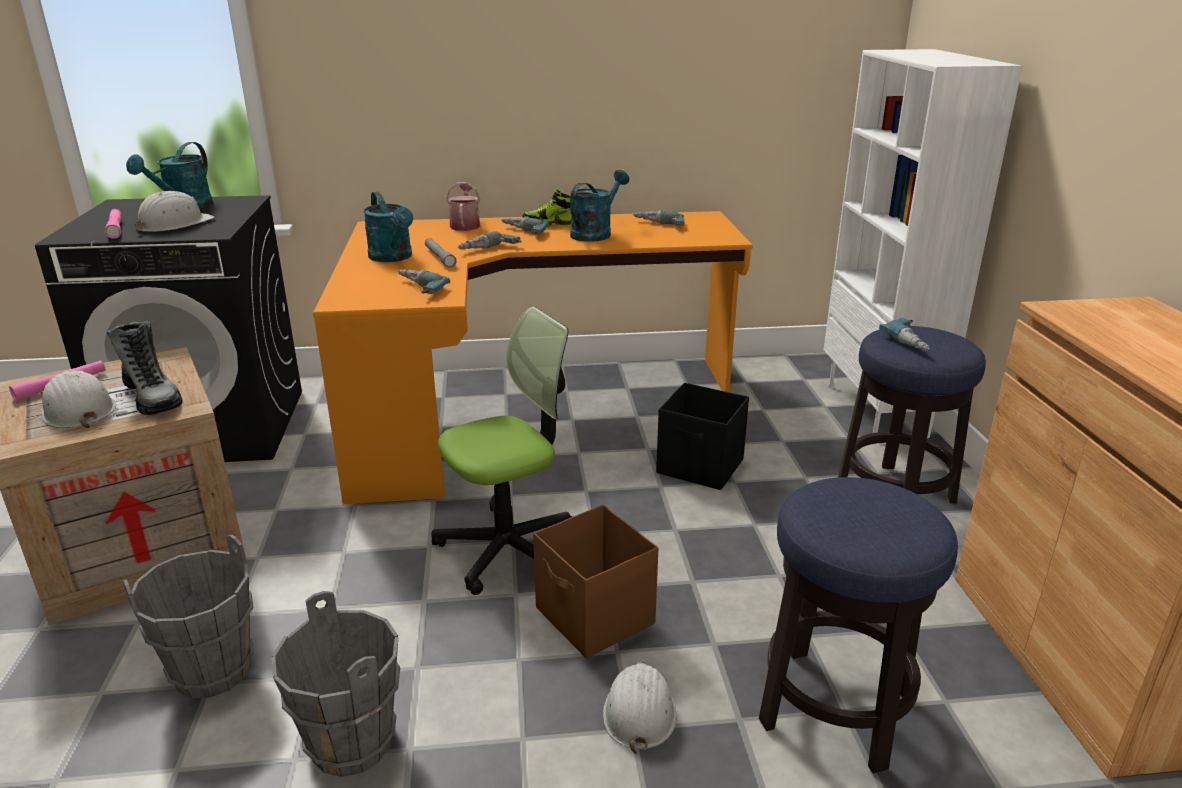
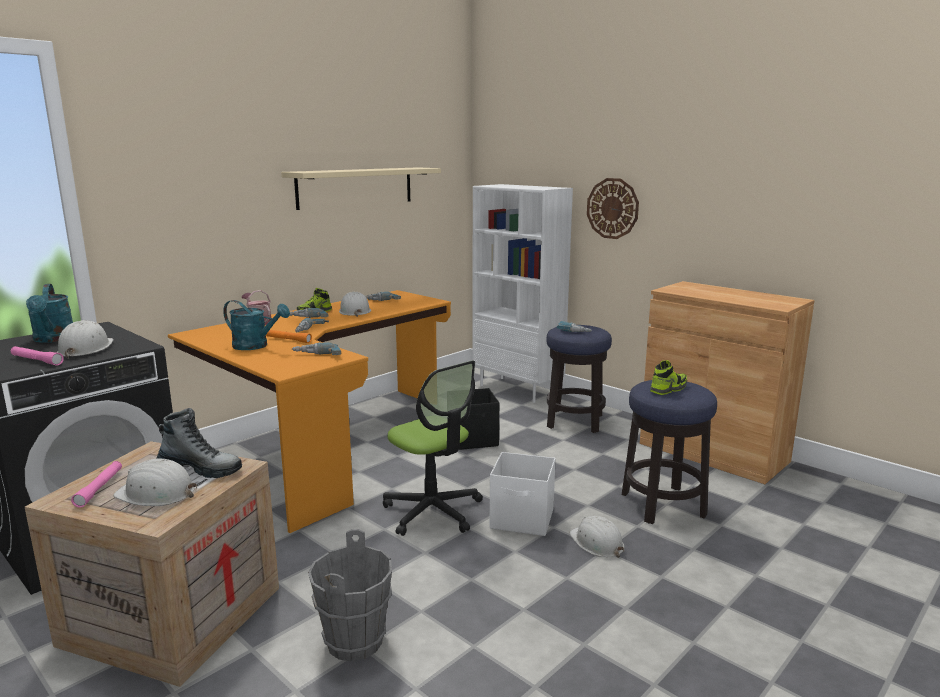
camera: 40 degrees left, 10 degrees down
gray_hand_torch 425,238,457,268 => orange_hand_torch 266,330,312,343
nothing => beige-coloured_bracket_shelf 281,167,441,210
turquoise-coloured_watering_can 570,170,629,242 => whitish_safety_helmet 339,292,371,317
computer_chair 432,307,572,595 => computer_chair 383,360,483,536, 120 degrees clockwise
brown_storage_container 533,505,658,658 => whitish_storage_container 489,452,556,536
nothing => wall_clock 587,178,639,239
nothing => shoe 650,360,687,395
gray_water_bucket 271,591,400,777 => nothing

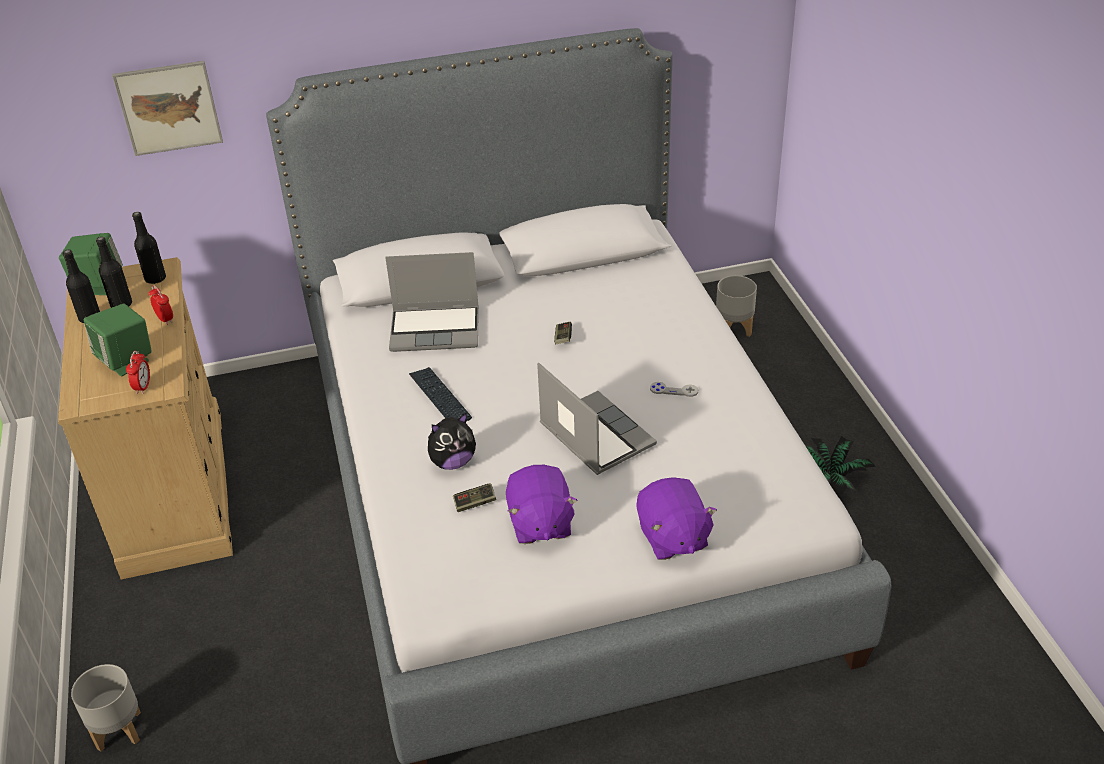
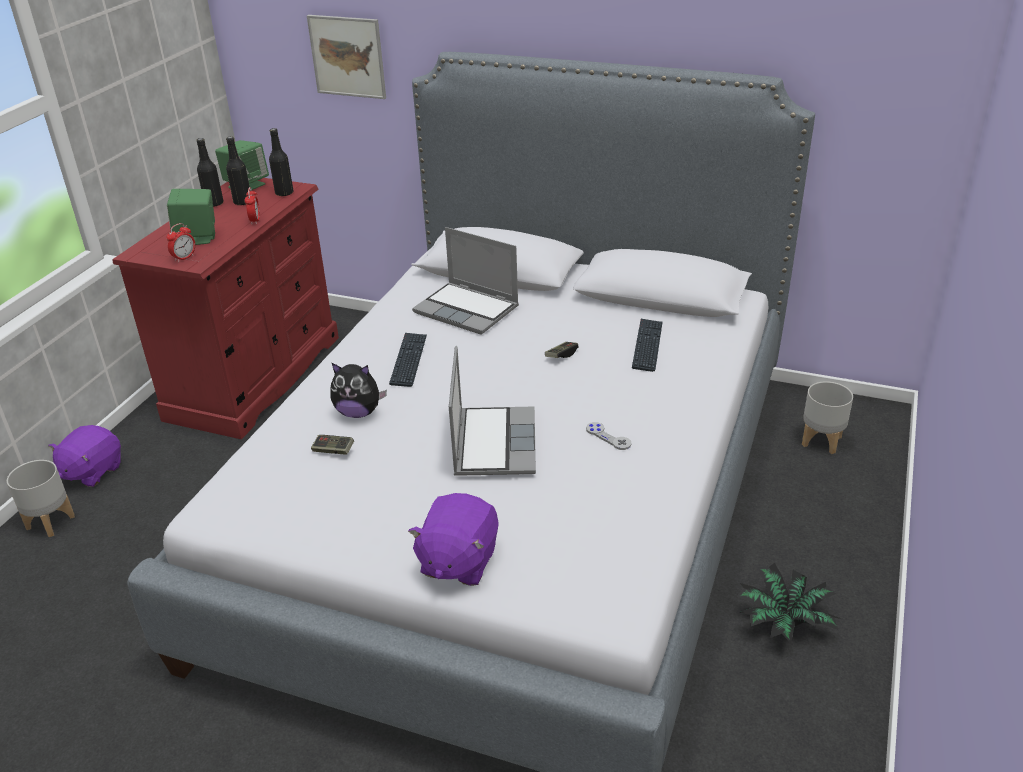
camera: 35 degrees right, 5 degrees down
purple-coloured_plush_toy 506,465,578,544 => purple-coloured_plush_toy 48,425,121,487, relocated
beige-coloured_drawer_chest 58,257,233,580 => red-coloured_drawer_chest 112,178,339,439
nothing => computer_keyboard 632,319,663,372

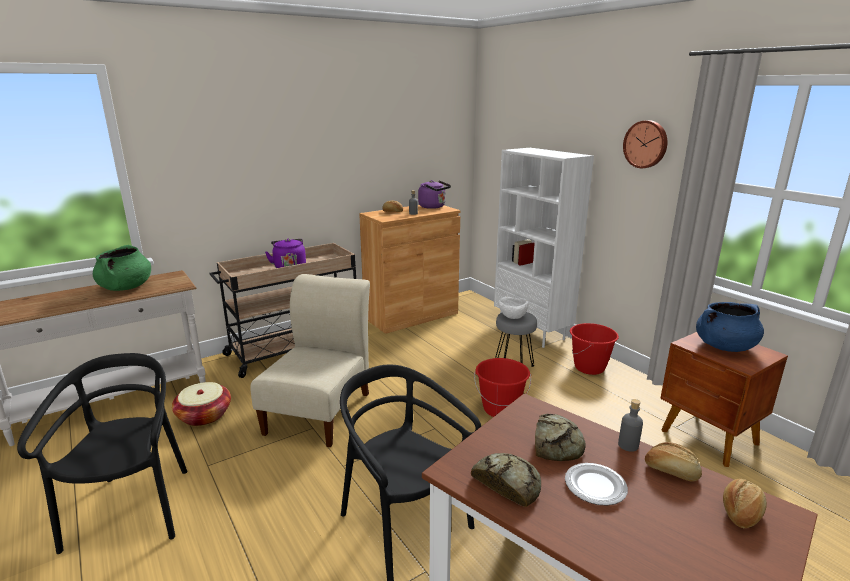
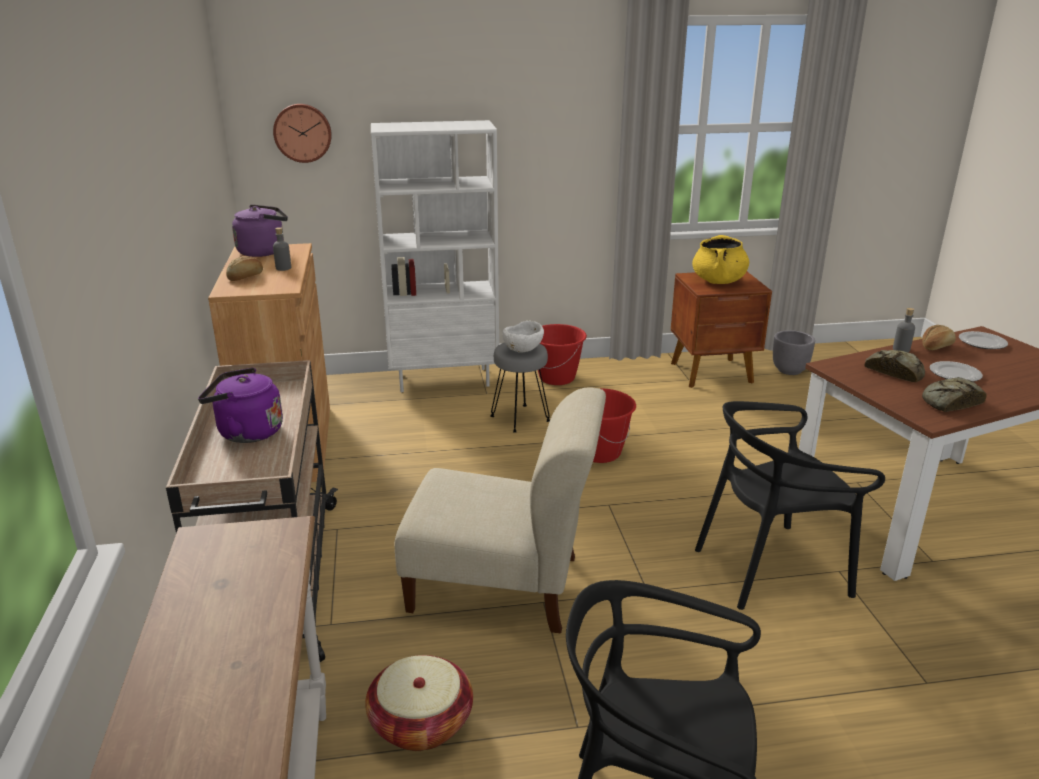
camera: 65 degrees left, 5 degrees up
wall_clock 623,120,667,168 => wall_clock 273,104,332,163, relocated
beige-coloured_plain_chair 250,274,370,447 => beige-coloured_plain_chair 394,387,606,633, 150 degrees clockwise
blue-coloured_cooking_pot 696,302,764,352 => yellow_cooking_pot 692,235,749,284
nothing => gray_plant_pot 773,330,815,375
baked_bread 723,479,767,528 => plate 959,331,1008,349
green_cooking_pot 93,245,151,291 => nothing

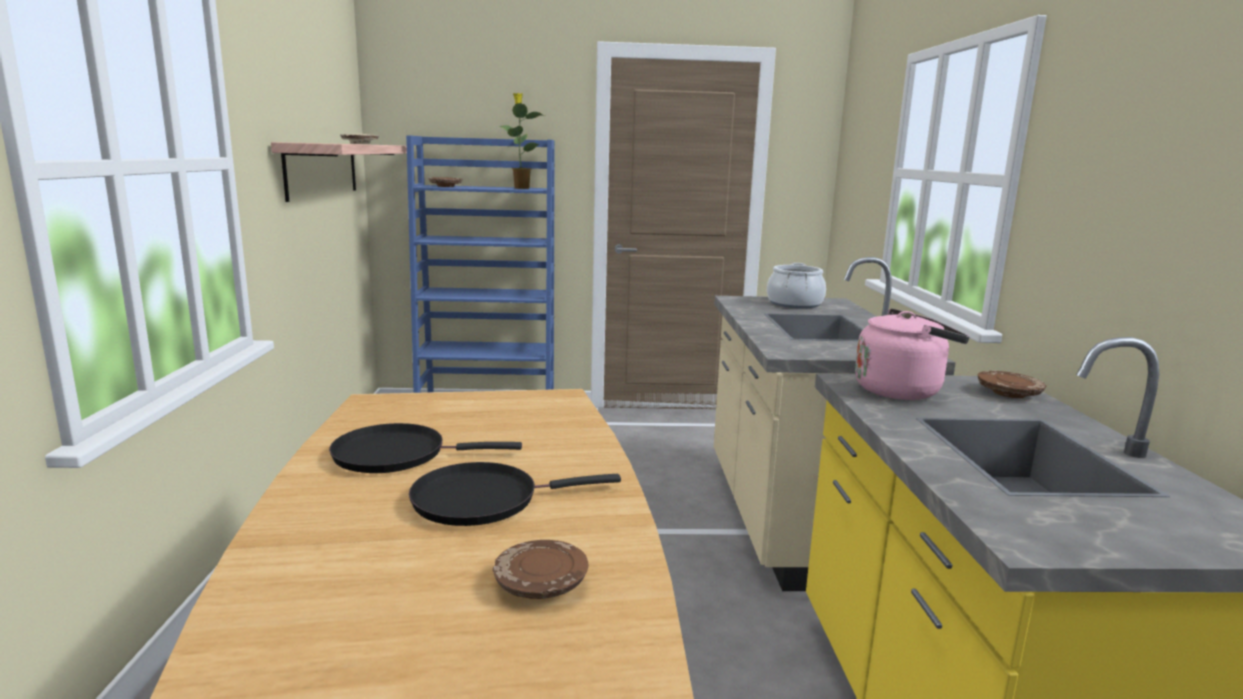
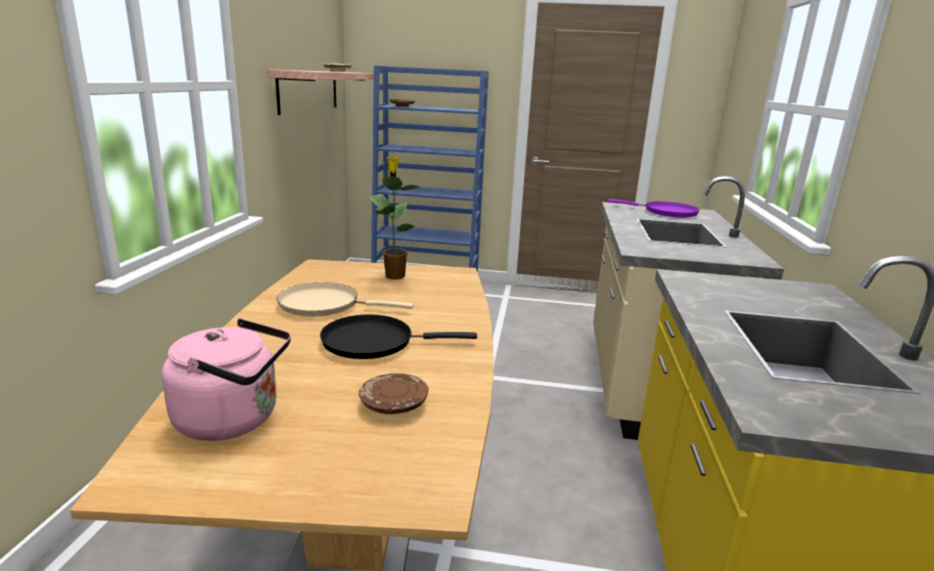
camera: 10 degrees right, 5 degrees up
pink-coloured_tea_kettle 855,308,970,400 => pink-coloured_tea_kettle 162,319,291,441, relocated
black_frying_pan 329,423,522,473 => beige-coloured_frying_pan 277,282,414,317
plant_in_a_pot 499,93,545,189 => plant_in_a_pot 368,157,425,280, relocated
cooking_pot 767,263,826,309 => purple-coloured_frying_pan 608,199,700,217
brown_plate 977,371,1046,398 => nothing

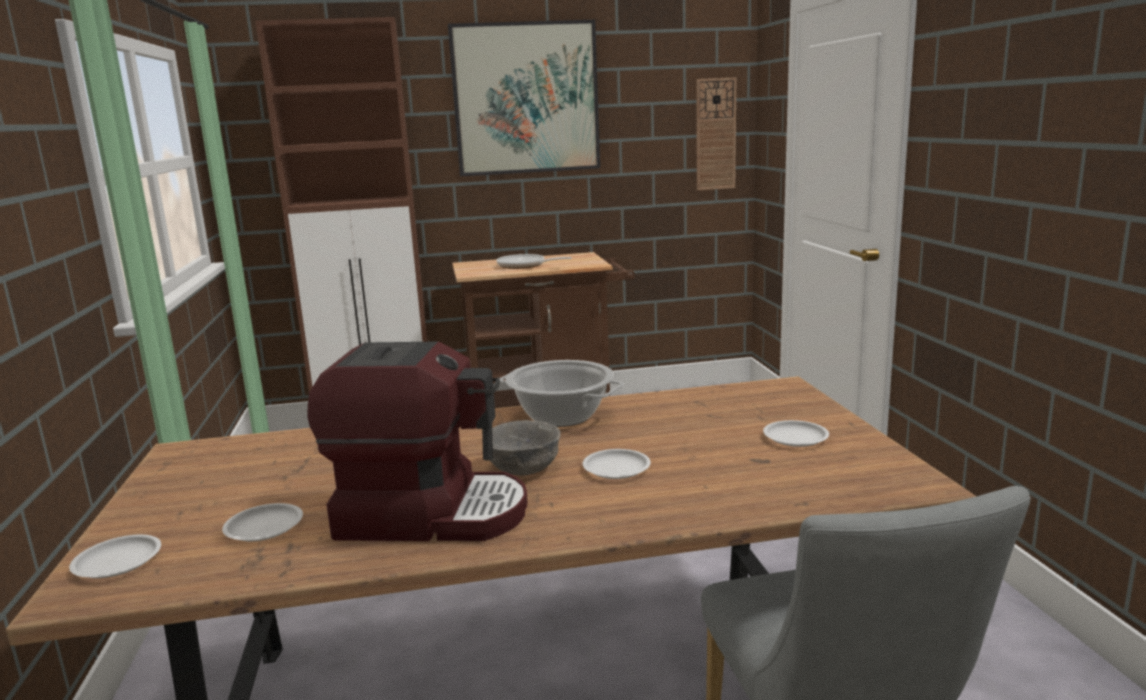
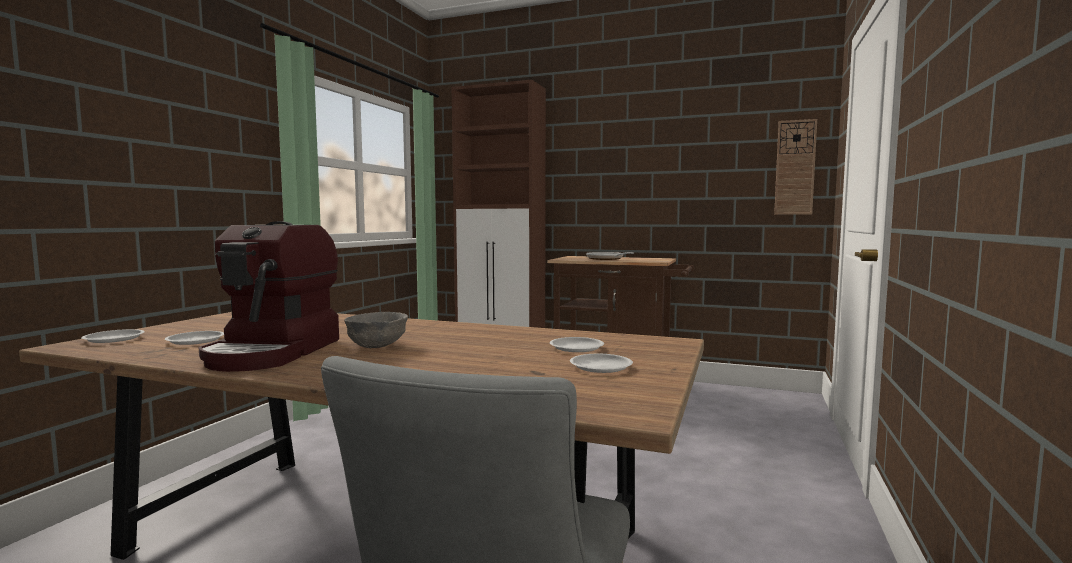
camera: 30 degrees right, 10 degrees down
coffee_brewer 308,341,528,541 => coffee_brewer 198,221,339,372, 60 degrees clockwise
whitish_plate 582,449,651,479 => whitish_plate 550,337,604,352, relocated
picture 448,20,600,176 => nothing
cooking_pot 500,360,624,427 => nothing

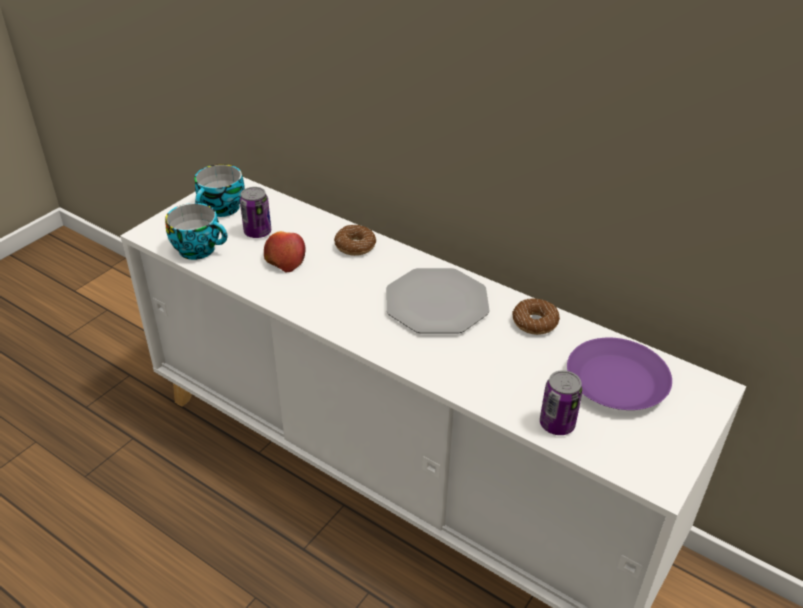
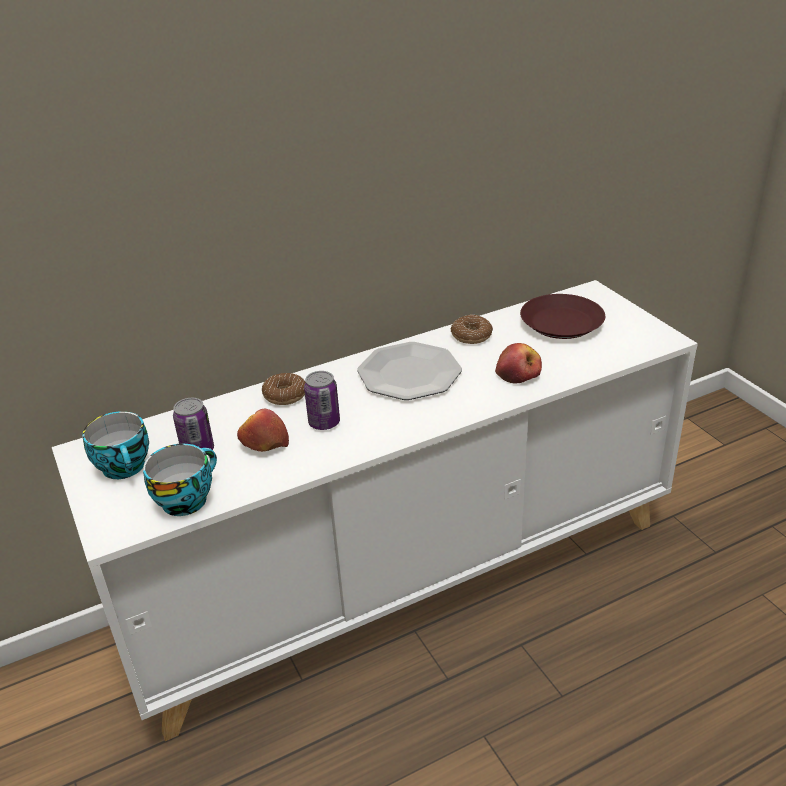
camera: 60 degrees left, 5 degrees down
sealed_can 540,370,583,435 => sealed_can 304,371,340,430, relocated
nothing => whole_apple 495,343,542,384
purple-coloured_plate 567,338,672,410 => brown_plate 520,294,605,339

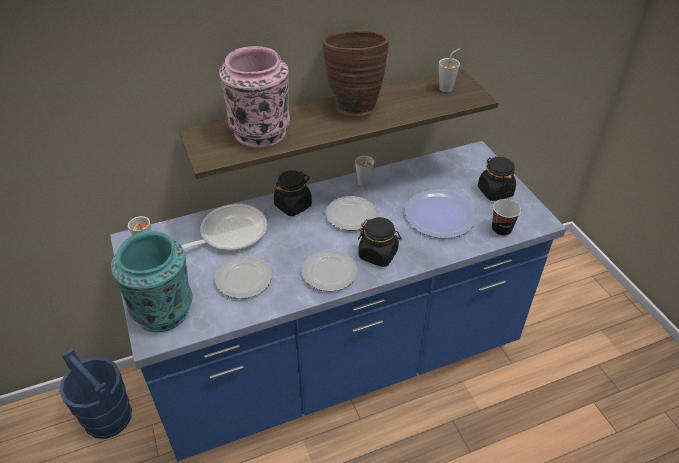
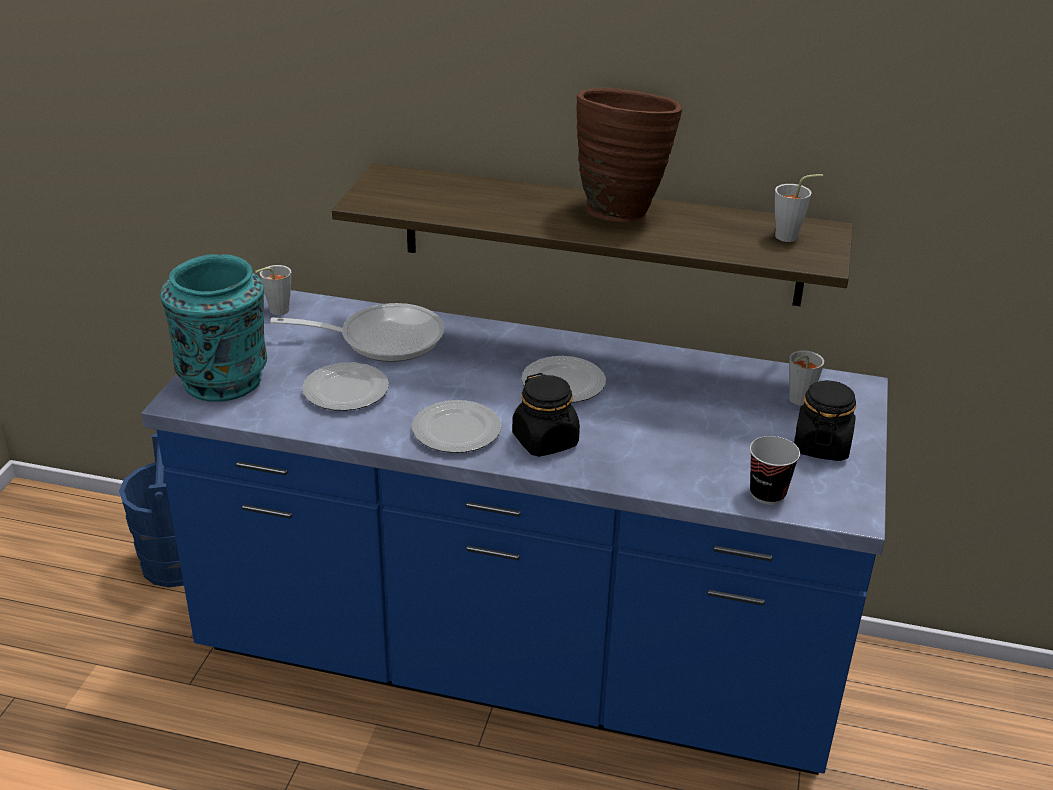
camera: 35 degrees right, 10 degrees down
gray_cup 355,156,374,186 => gray_cup 789,350,824,406, relocated
pink-coloured_flower_vase 219,46,290,148 => nothing
black_preserve_jar 274,170,312,216 => nothing
plate 405,190,476,238 => nothing

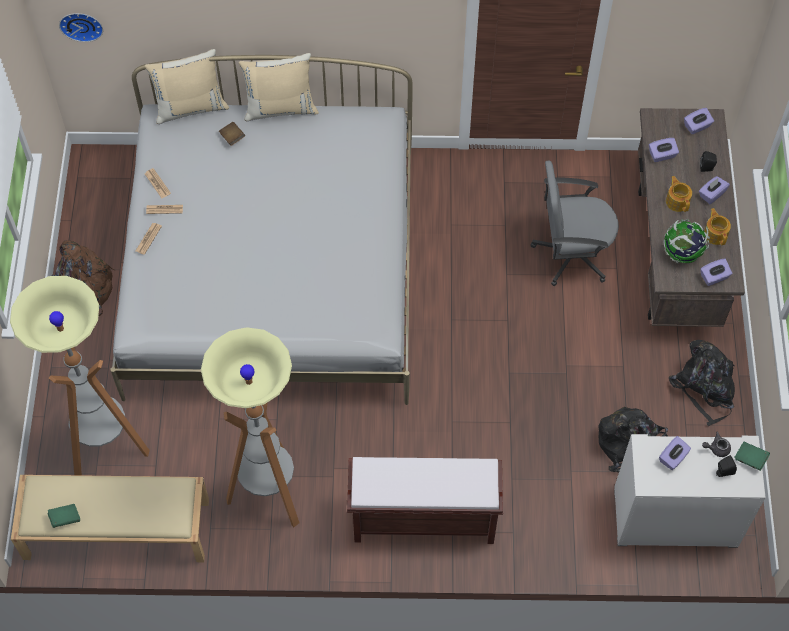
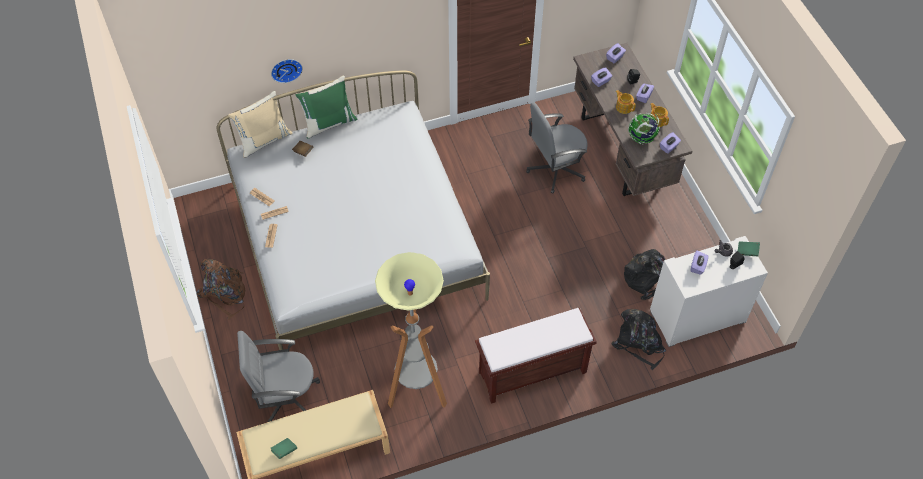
camera: 20 degrees left, 5 degrees down
floor_lamp 10,276,150,475 => gray_computer_chair 237,331,320,422
wall_clock 59,13,103,42 => wall_clock 271,59,303,83, relocated
beige-coloured_cushion 239,53,319,121 => green_cushion 296,76,357,138
black_knapsack 669,340,735,426 => black_knapsack 611,309,666,370, relocated

